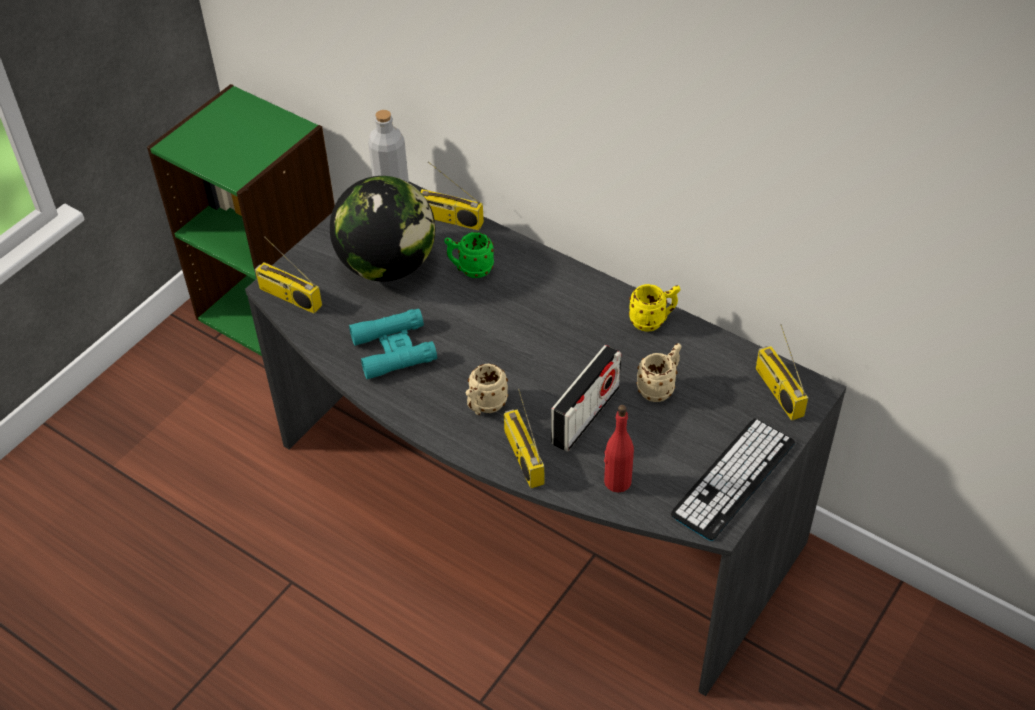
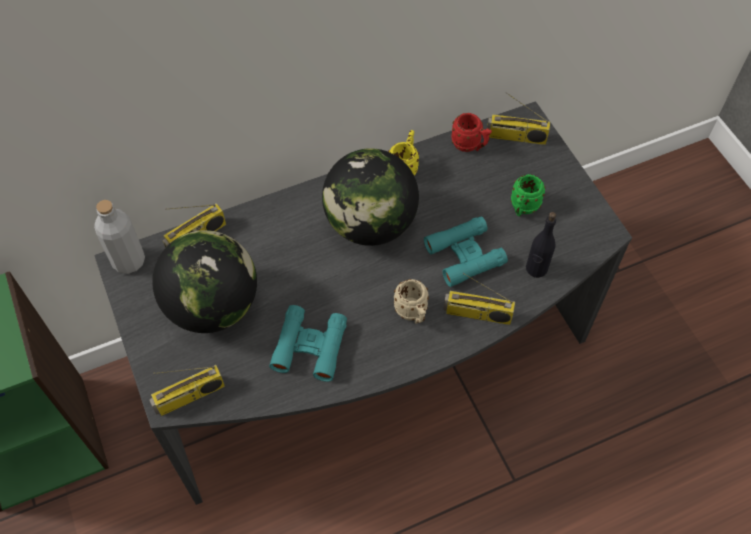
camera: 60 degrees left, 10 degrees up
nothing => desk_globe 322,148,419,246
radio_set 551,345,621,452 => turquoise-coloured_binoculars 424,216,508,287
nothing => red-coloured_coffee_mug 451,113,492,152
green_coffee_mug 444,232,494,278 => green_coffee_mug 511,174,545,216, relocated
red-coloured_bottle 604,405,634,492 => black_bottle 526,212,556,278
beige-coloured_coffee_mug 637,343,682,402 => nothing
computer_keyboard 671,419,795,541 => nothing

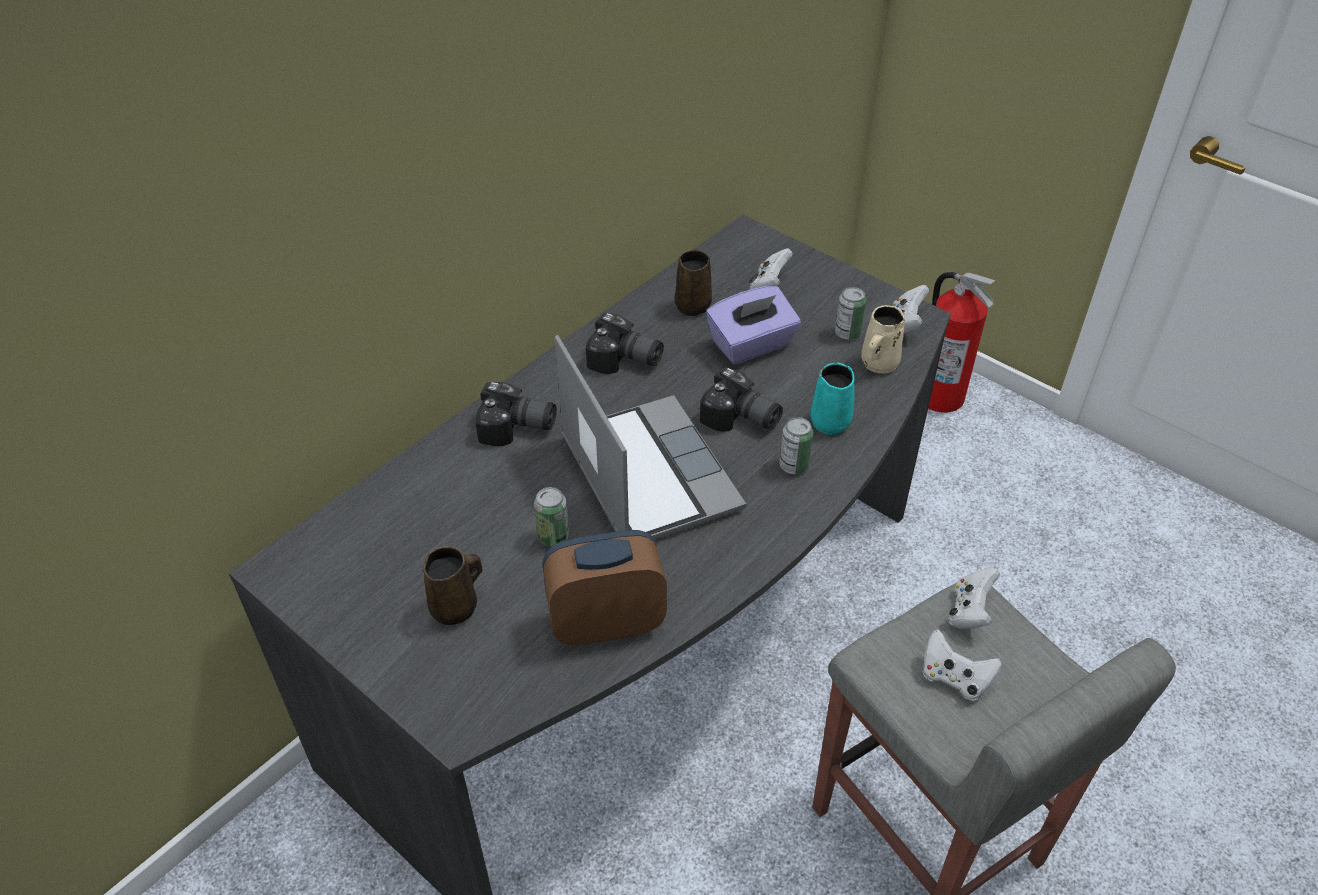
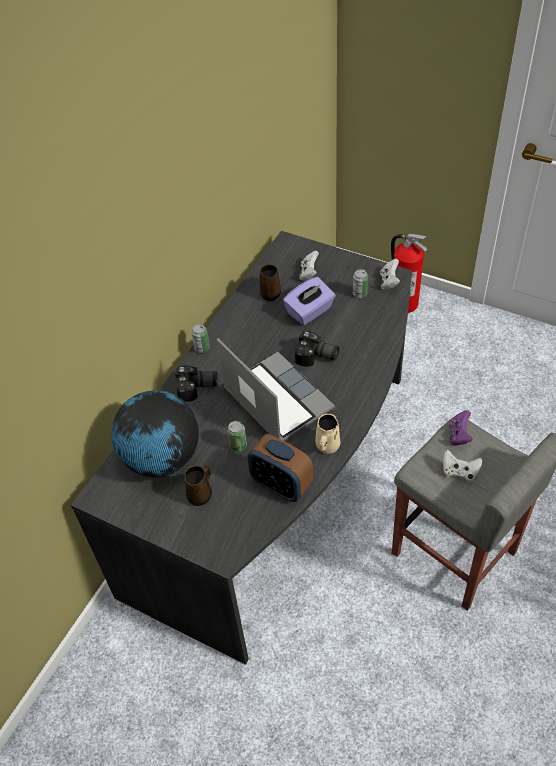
camera: 10 degrees left, 5 degrees up
nothing => desk_globe 111,391,199,477
sealed_can 779,417,813,475 => sealed_can 191,324,210,353, relocated
alarm_clock 543,530,667,645 => alarm_clock 247,434,313,502, 120 degrees counterclockwise
beige-coloured_coffee_mug 861,305,905,373 => beige-coloured_coffee_mug 315,414,340,454, relocated
whitish_game_controller 949,567,1000,629 => purple-coloured_game_controller 449,410,473,446
photo_camera 586,313,664,374 => nothing
turquoise-coloured_coffee_mug 810,362,855,435 => nothing

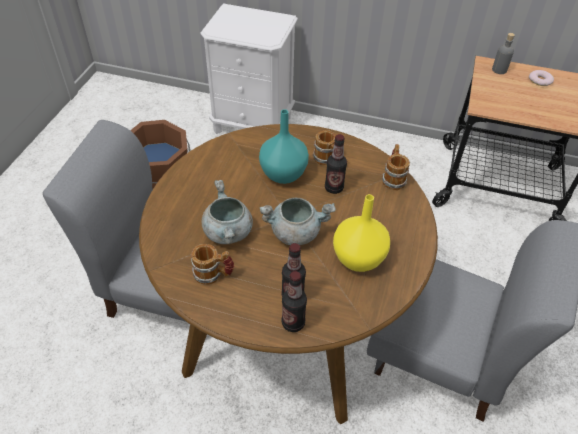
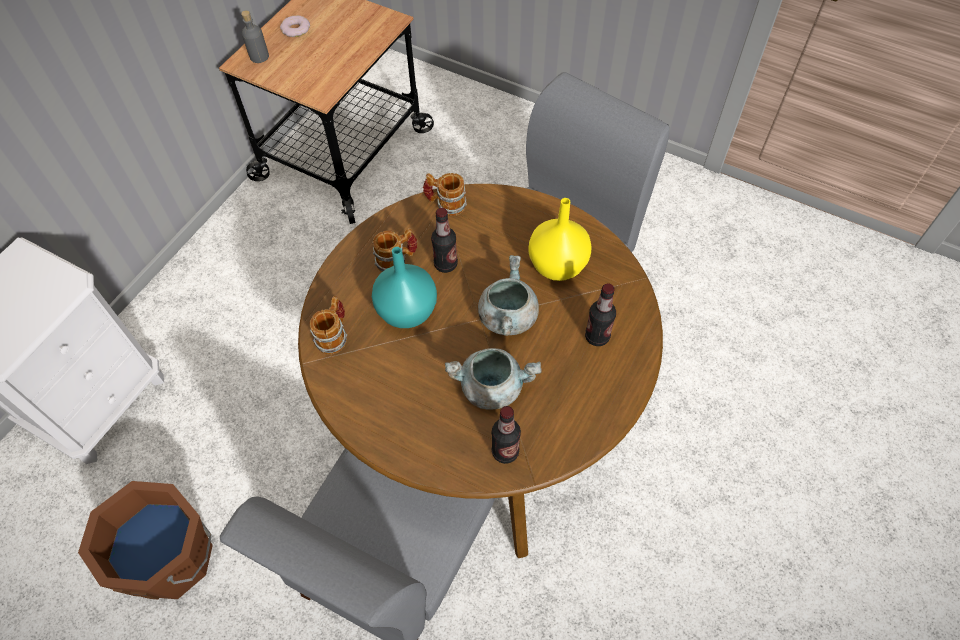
camera: 75 degrees left, 10 degrees up
coffee_mug 191,244,234,285 => coffee_mug 309,296,347,354, relocated
bottle 281,271,307,332 => bottle 492,406,521,464, relocated

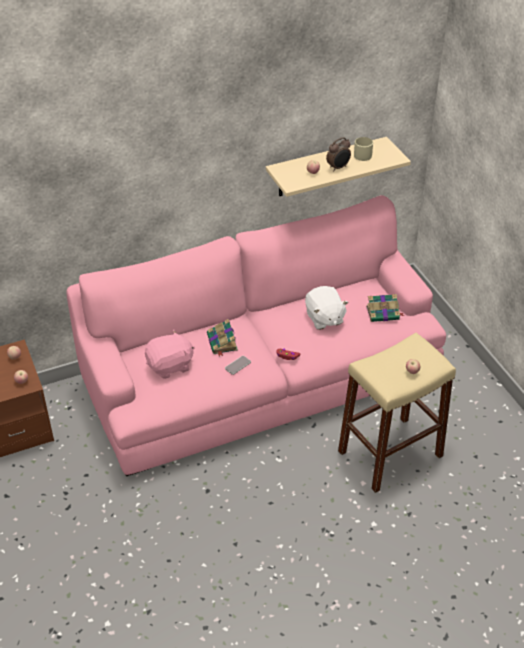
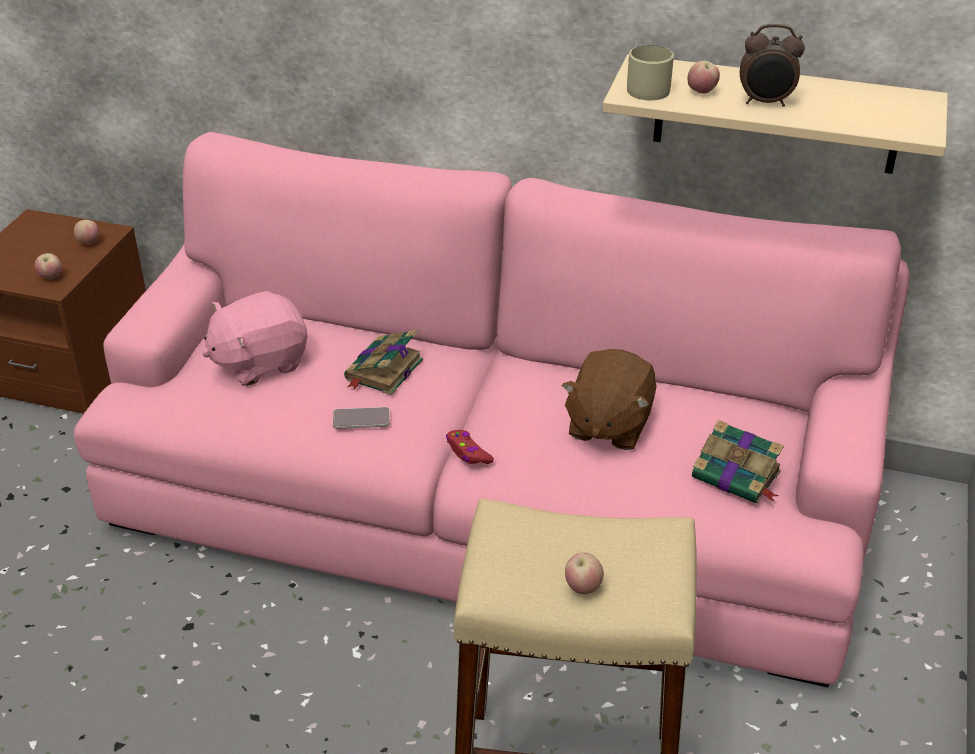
camera: 40 degrees right, 5 degrees down
pink-coloured_plush_toy 145,330,195,379 => pink-coloured_plush_toy 202,291,308,386, 135 degrees clockwise
whitish_plush_toy 305,286,349,330 => brown_plush_toy 561,349,657,450
beige-coloured_coffee_mug 354,137,373,161 => beige-coloured_coffee_mug 627,45,674,100, relocated

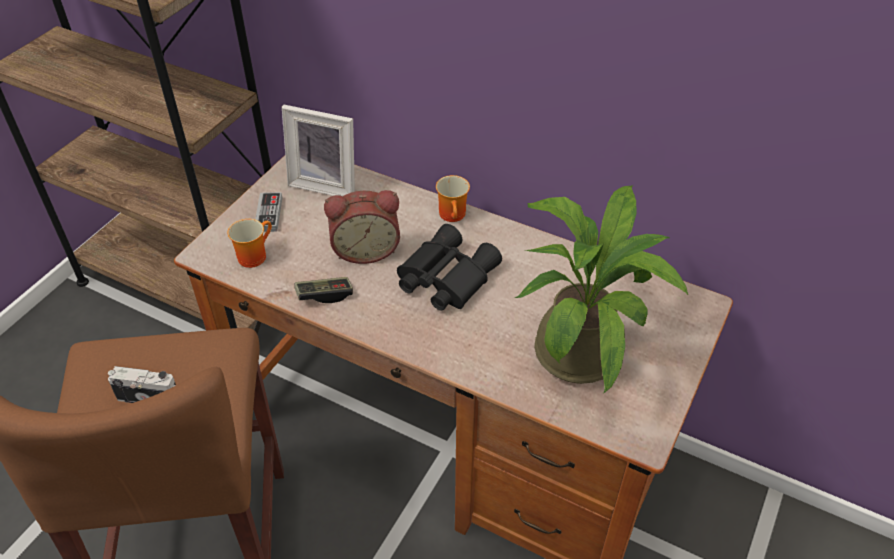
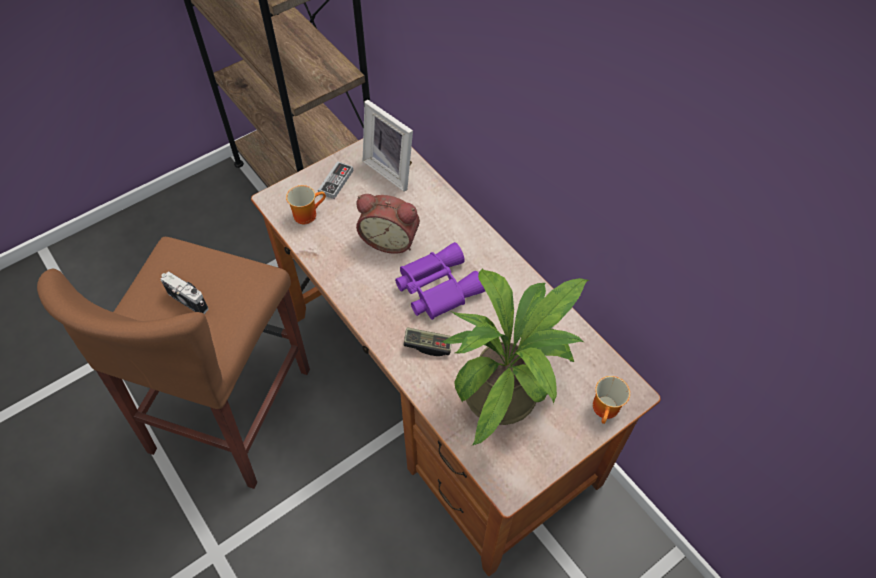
camera: 25 degrees right, 10 degrees up
black_binoculars 397,224,502,311 => purple-coloured_binoculars 395,242,485,320
game_controller 295,277,353,303 => game_controller 403,327,452,356, relocated
coffee_mug 436,175,470,222 => coffee_mug 593,376,630,424, relocated

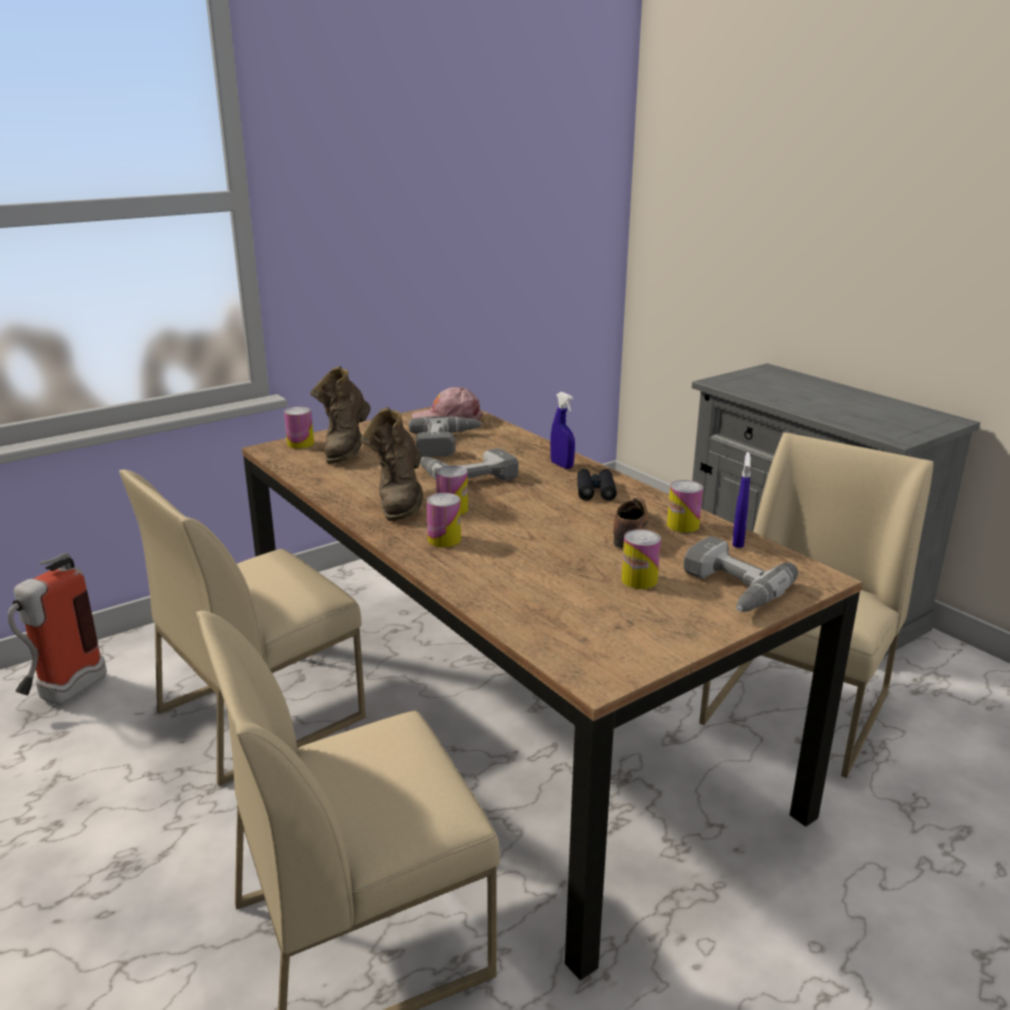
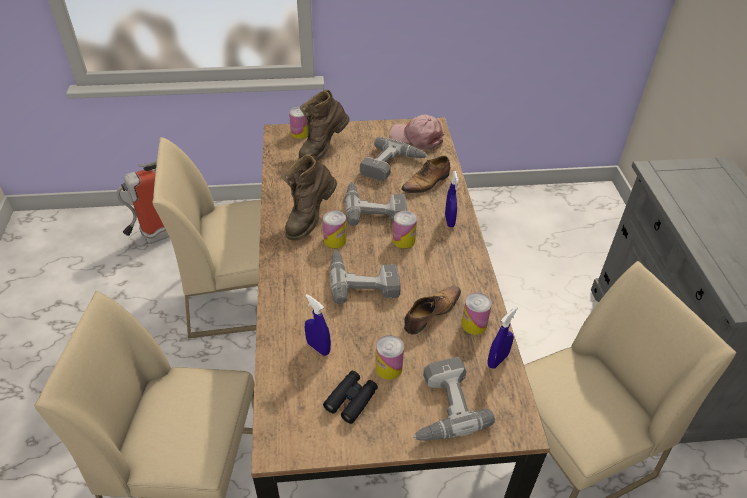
camera: 30 degrees right, 20 degrees up
nothing => blue-coloured_spray_bottle 305,294,331,356
black_binoculars 577,469,617,501 => black_binoculars 323,371,378,424, relocated
nothing => power_drill 330,250,400,304
sealed_can 427,493,461,548 => sealed_can 393,211,417,249, relocated
nothing => shoe 401,156,450,193

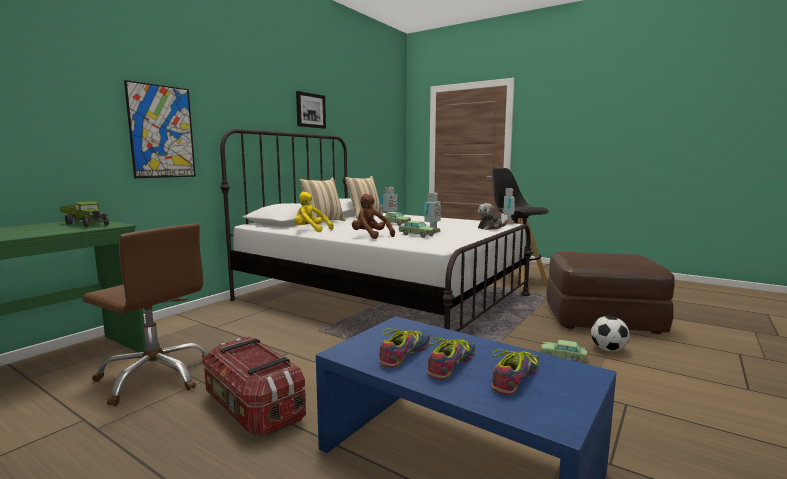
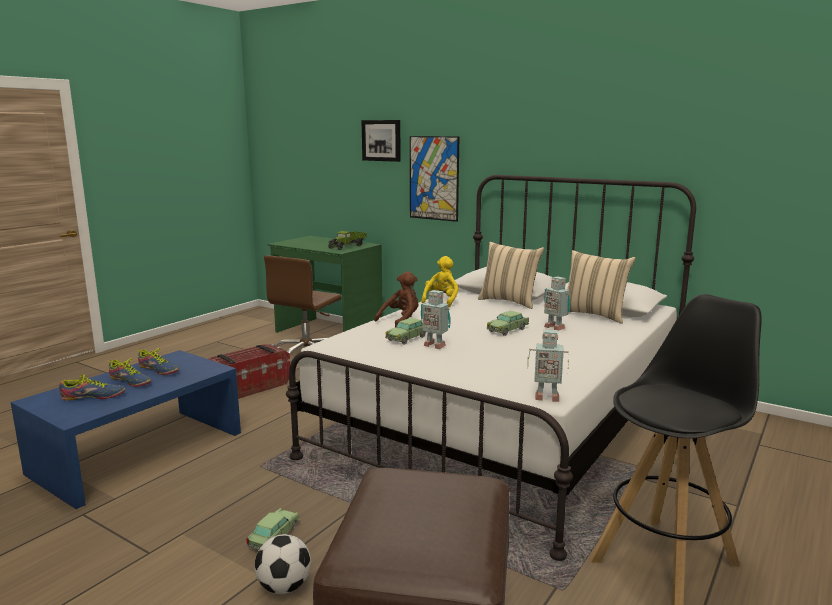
camera: 90 degrees right, 5 degrees up
shoe 492,349,539,395 => shoe 59,374,125,401, 45 degrees counterclockwise
picture 296,91,326,129 => picture 361,120,401,162, relocated
plush_toy 478,203,507,230 => nothing

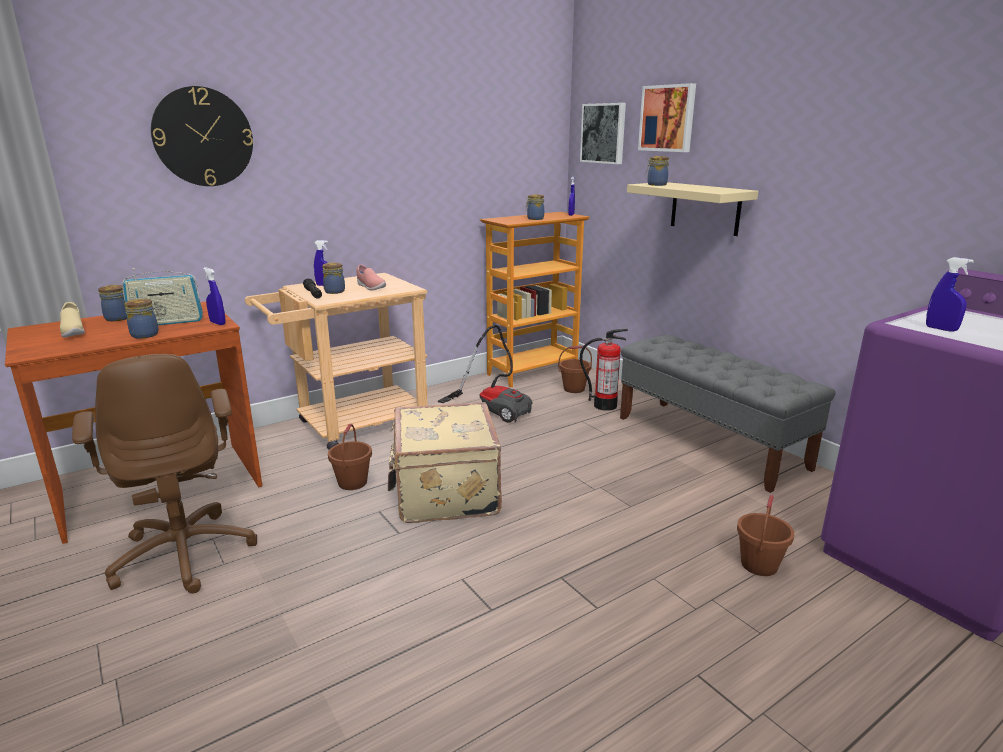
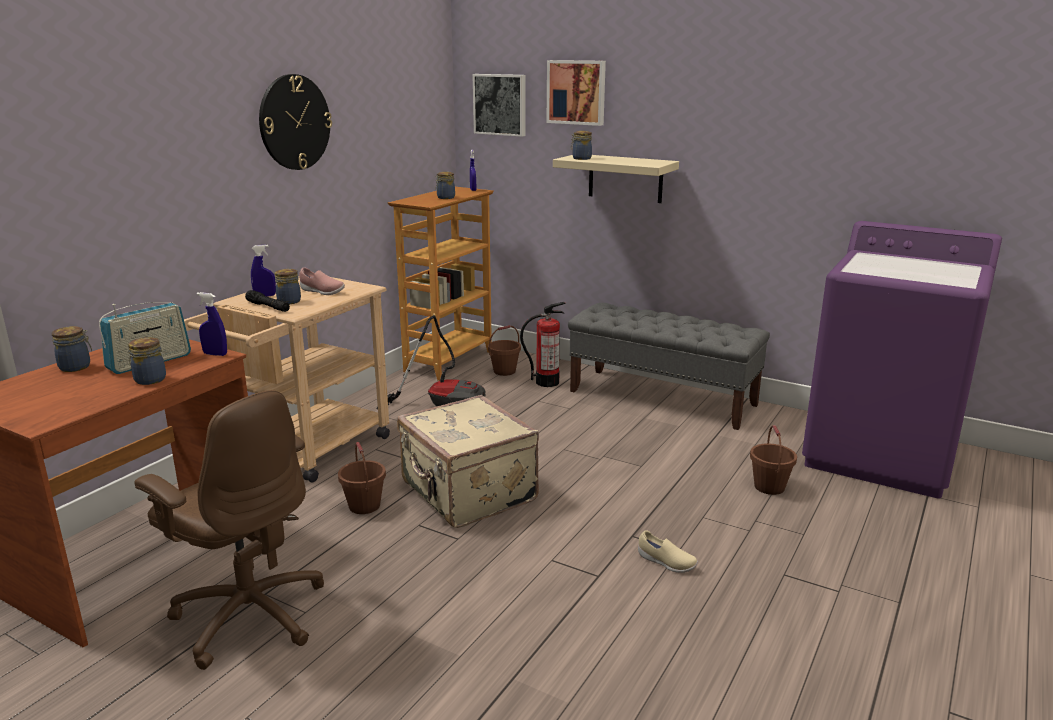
camera: 25 degrees left, 0 degrees up
wall_clock 151,86,253,186 => wall_clock 259,74,332,170, relocated
beige-coloured_shoe 60,302,85,338 => beige-coloured_shoe 638,530,698,573, relocated
blue-coloured_spray_bottle 926,257,974,331 => nothing

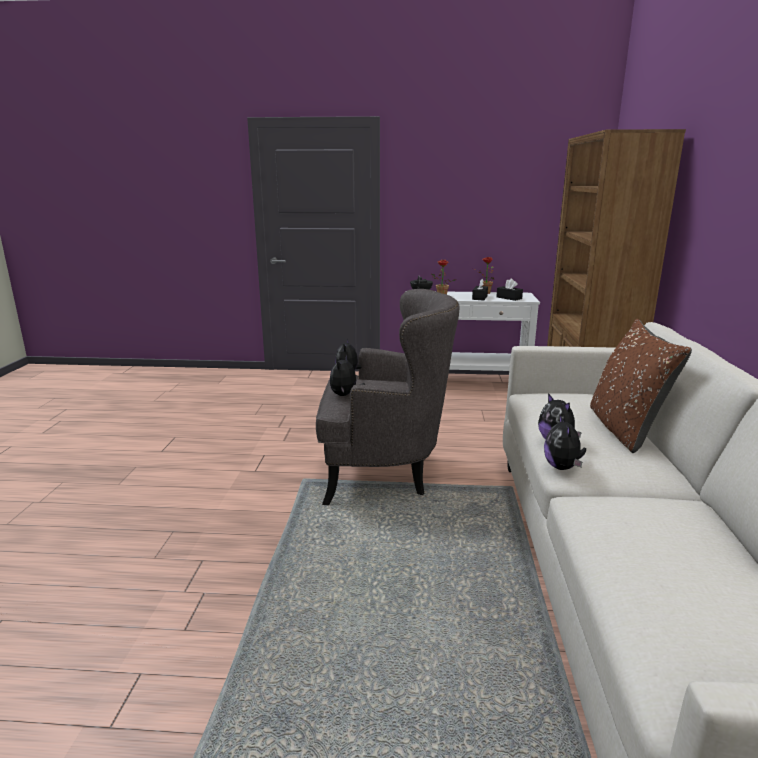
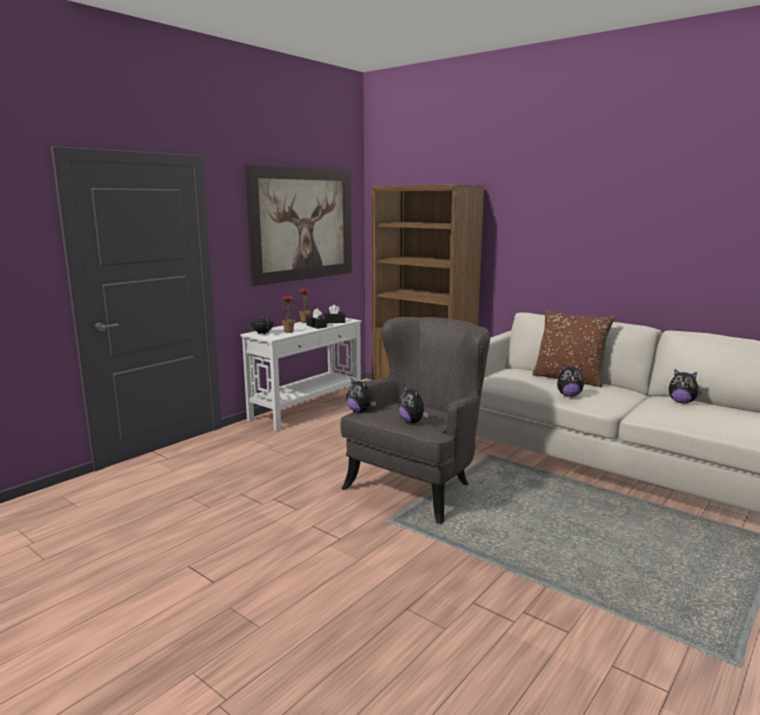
camera: 55 degrees left, 5 degrees down
nothing => picture 245,165,352,286
plush_toy 544,415,586,470 => plush_toy 669,369,702,404, relocated

